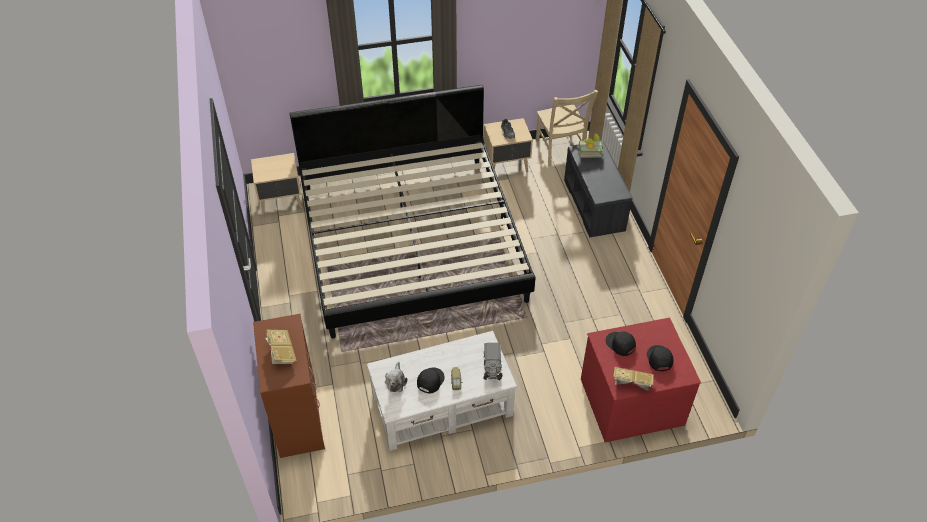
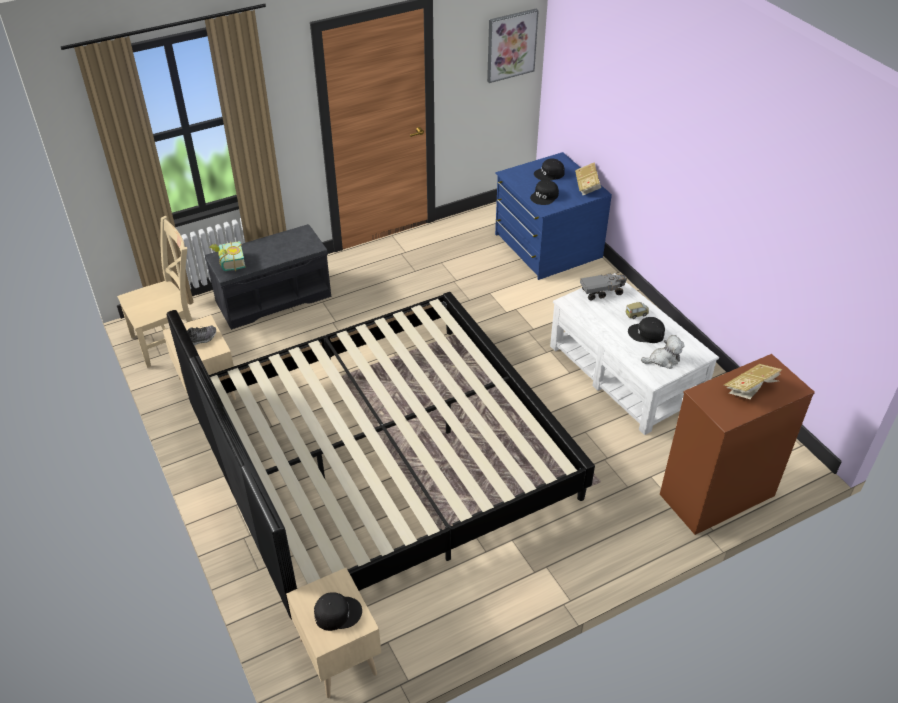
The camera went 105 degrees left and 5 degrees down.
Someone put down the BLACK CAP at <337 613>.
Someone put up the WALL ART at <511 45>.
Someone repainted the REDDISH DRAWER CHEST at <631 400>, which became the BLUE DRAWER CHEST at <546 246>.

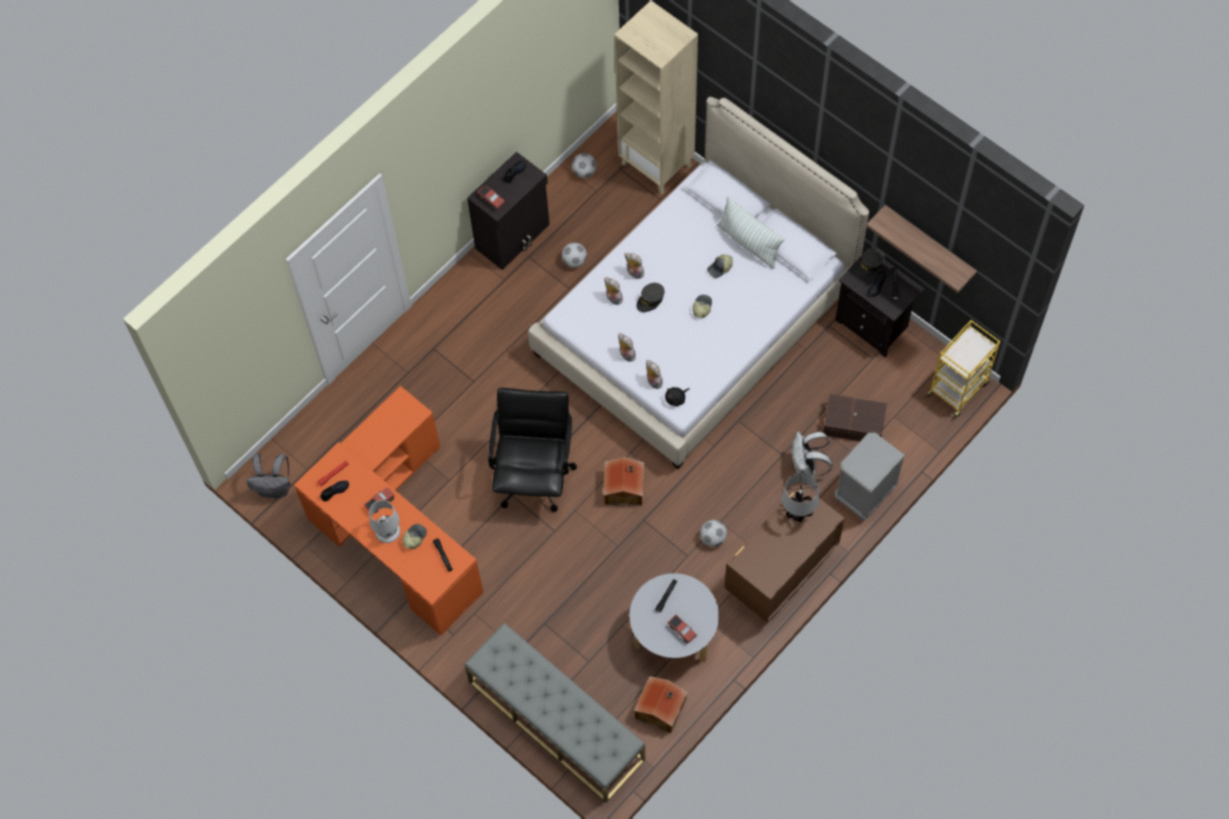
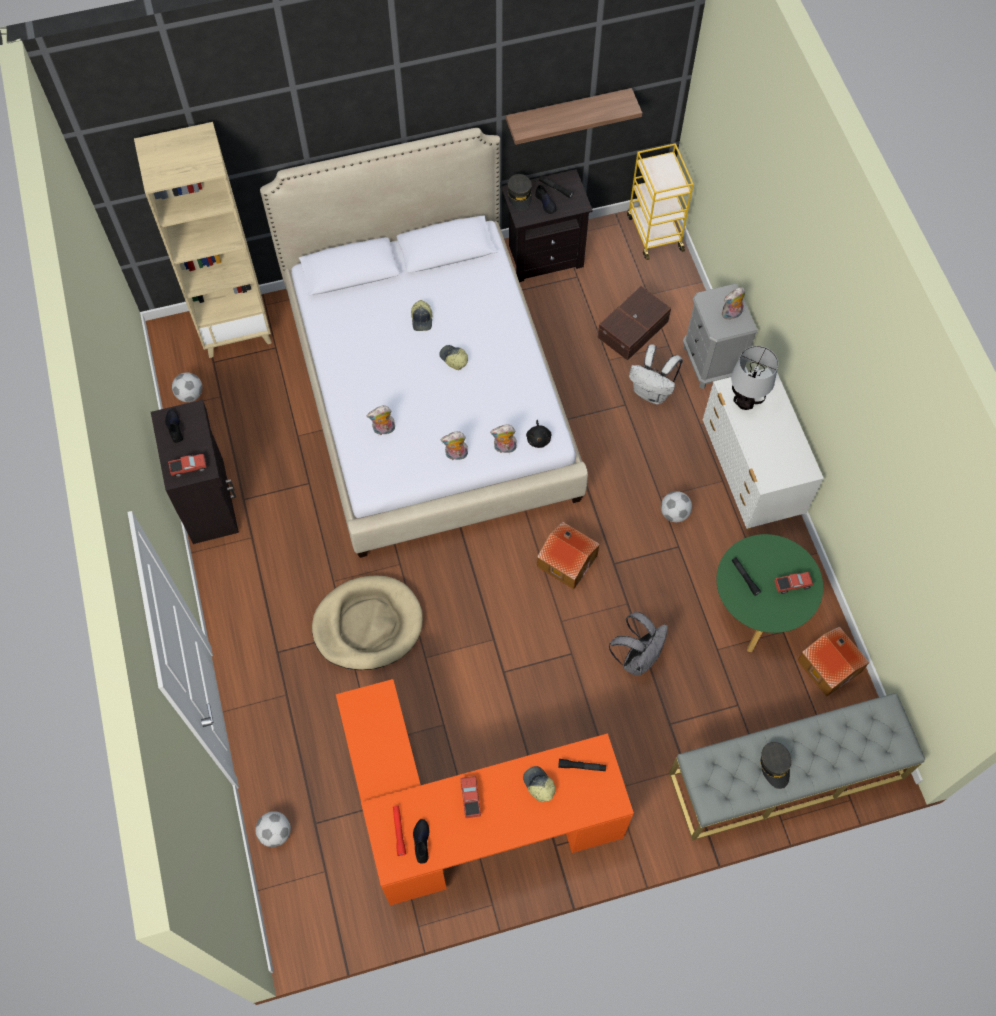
The camera went 60 degrees left and 0 degrees up.
Someone carried the BALL FOR FOOTBALL from <574 261> to <275 832>.
Someone put down the BEIGE DOG CUSHION at <368 625>.
Someone carried the GRAY KNAPSACK from <275 488> to <637 657>.
Someone repainted the BROWNISH DRAWER CHEST at <780 574>, which became the WHITE-COLOURED DRAWER CHEST at <749 478>.
Someone repainted the GRAY COFFEE TABLE at <674 635>, which became the GREEN-COLOURED COFFEE TABLE at <757 608>.
Someone carried the CUDDLY TOY from <634 273> to <731 315>.
Someone carried the GRAY CAP from <650 300> to <774 766>.
Someone took away the WHITE-COLOURED TABLETOP LAMP at <387 531>.
Someone took away the BLACK DESK CHAIR at <534 475>.
Someone took away the CUSHION at <749 243>.

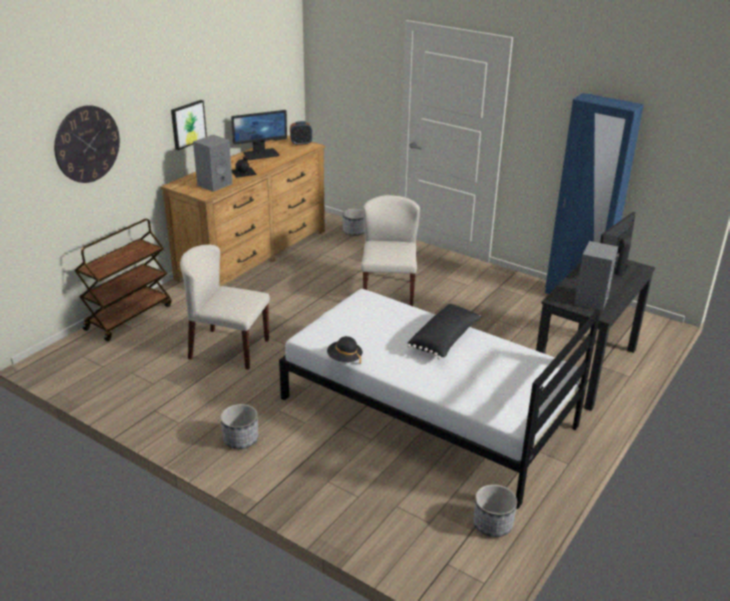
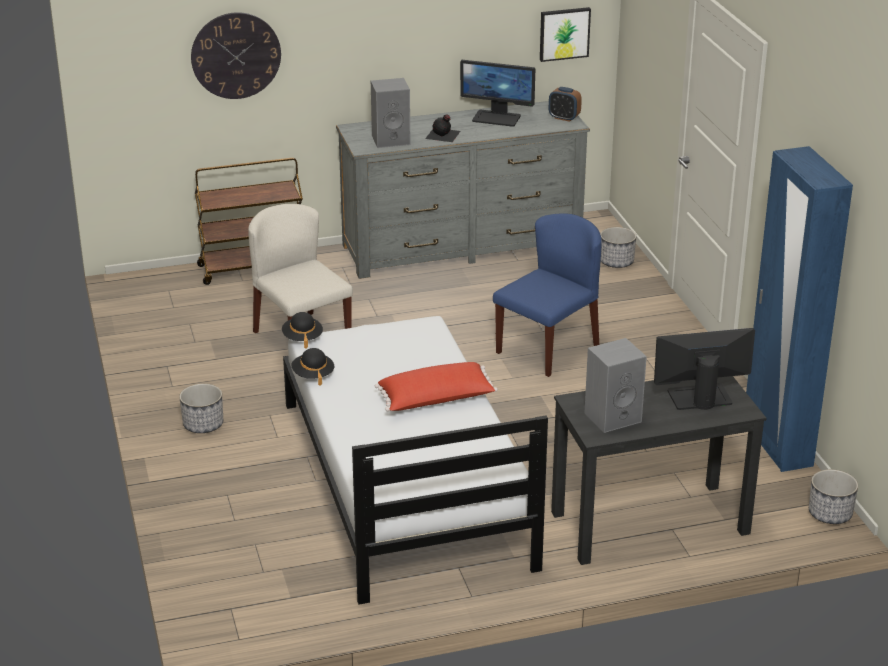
The camera went 40 degrees right and 0 degrees up.
Someone put down the BLACK HAT at <302 338>.
Someone repainted the BROWNISH DRAWER CHEST at <253 254>, which became the GRAY DRAWER CHEST at <462 246>.
Someone repainted the BLACK CUSHION at <445 340>, which became the REDDISH CUSHION at <436 400>.
Someone repainted the BEIGE UPRIGHT CHAIR at <388 293>, which became the BLUE UPRIGHT CHAIR at <547 348>.
Someone carried the WALL ART from <187 124> to <564 33>.
Someone carried the PLANT POT from <492 524> to <830 514>.

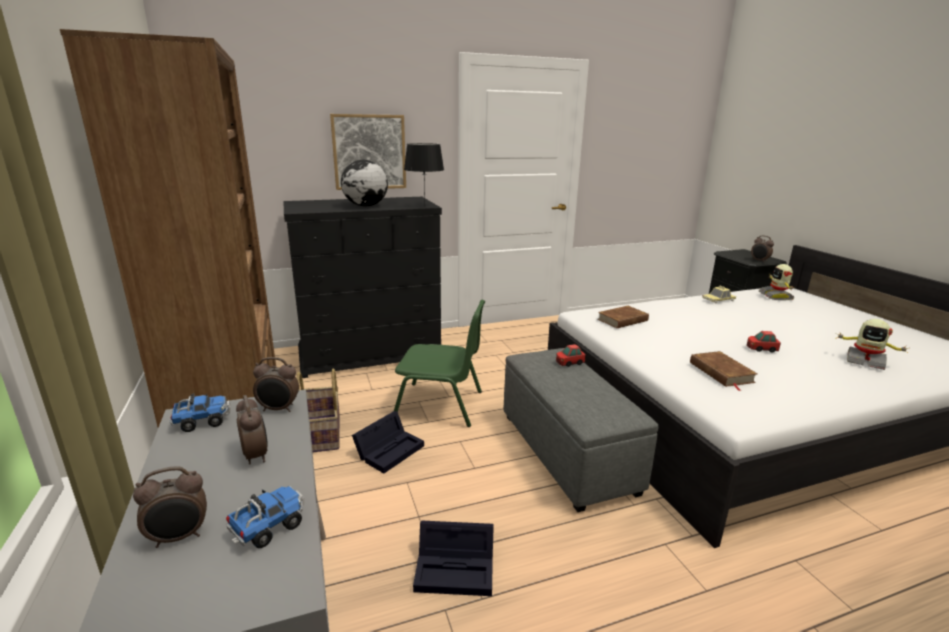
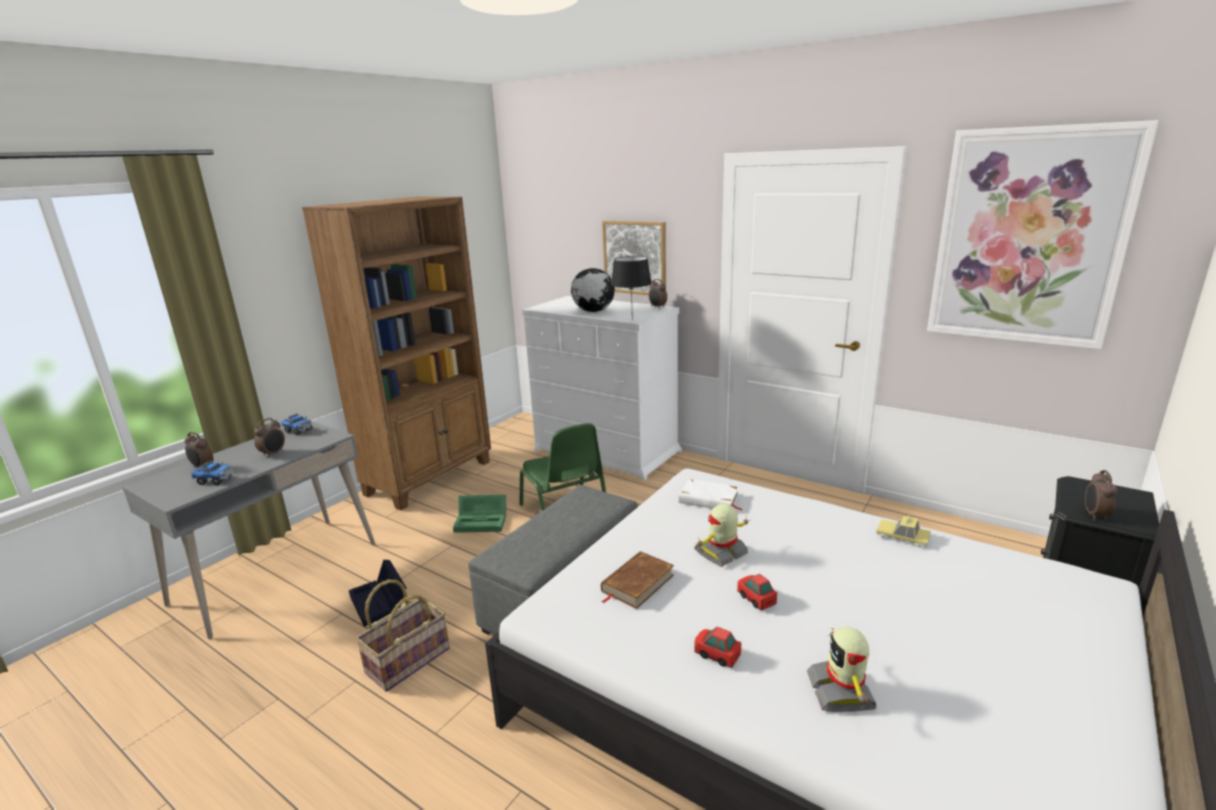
The camera went 55 degrees right and 0 degrees up.
Someone carried the STORAGE BASKET from <321 434> to <407 659>.
Someone repainted the BLACK STORAGE CONTAINER at <390 449>, which became the GREEN-COLOURED STORAGE CONTAINER at <483 521>.
Someone repainted the BLACK DRAWER CHEST at <370 352>, which became the WHITE-COLOURED DRAWER CHEST at <606 450>.
Someone carried the ALARM CLOCK from <279 409> to <657 307>.
Someone repainted the BROWNISH BOUND BOOK at <623 320>, which became the WHITE-COLOURED BOUND BOOK at <709 499>.
Someone carried the TOY ROBOT from <776 296> to <721 553>.
Someone carried the MODEL CAR from <569 363> to <716 654>.
Someone put up the WALL ART at <1028 238>.

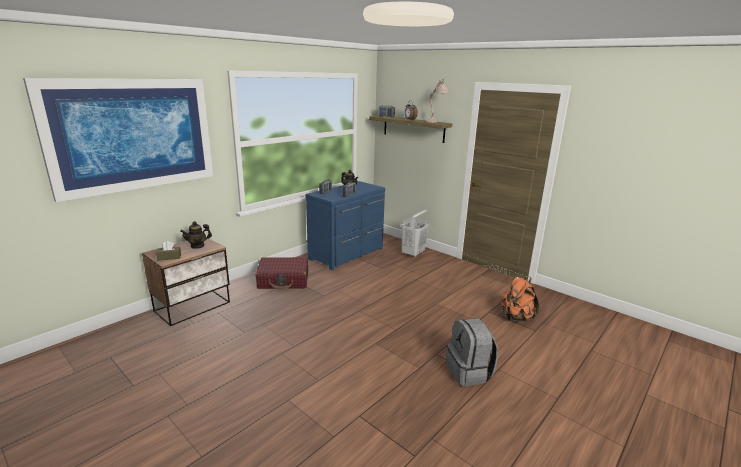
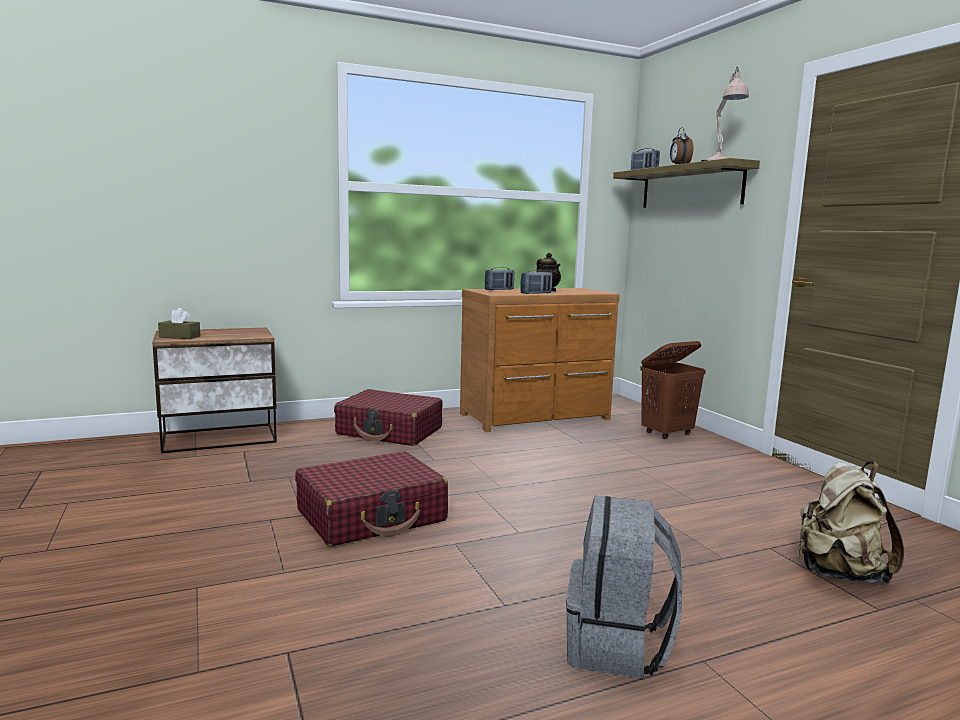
The camera went 25 degrees right and 10 degrees down.
Someone put down the REDDISH PIECE OF LUGGAGE at <372 516>.
Someone repainted the BLUE DRAWER CHEST at <348 254>, which became the BROWNISH DRAWER CHEST at <537 417>.
Someone repainted the WHITE-COLOURED WASHING BASKET at <413 254>, which became the BROWNISH WASHING BASKET at <667 434>.
Someone repainted the ORANGEY KNAPSACK at <516 318>, which became the BEIGE KNAPSACK at <838 573>.
Someone took away the WALL ART at <133 135>.
Someone took away the POT FOR TEA at <197 246>.

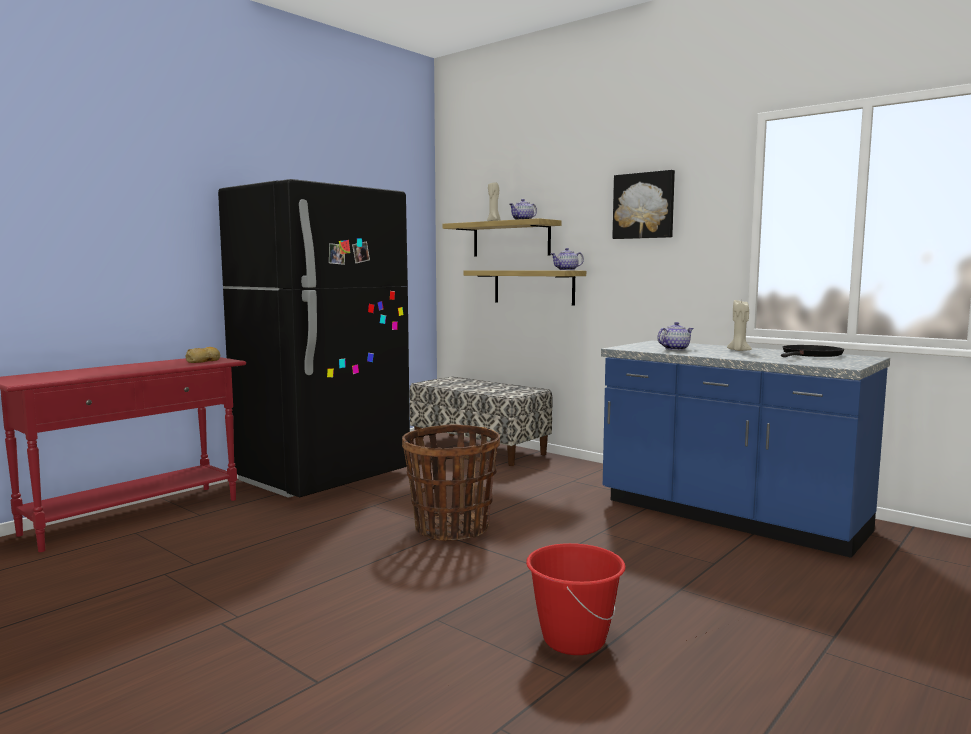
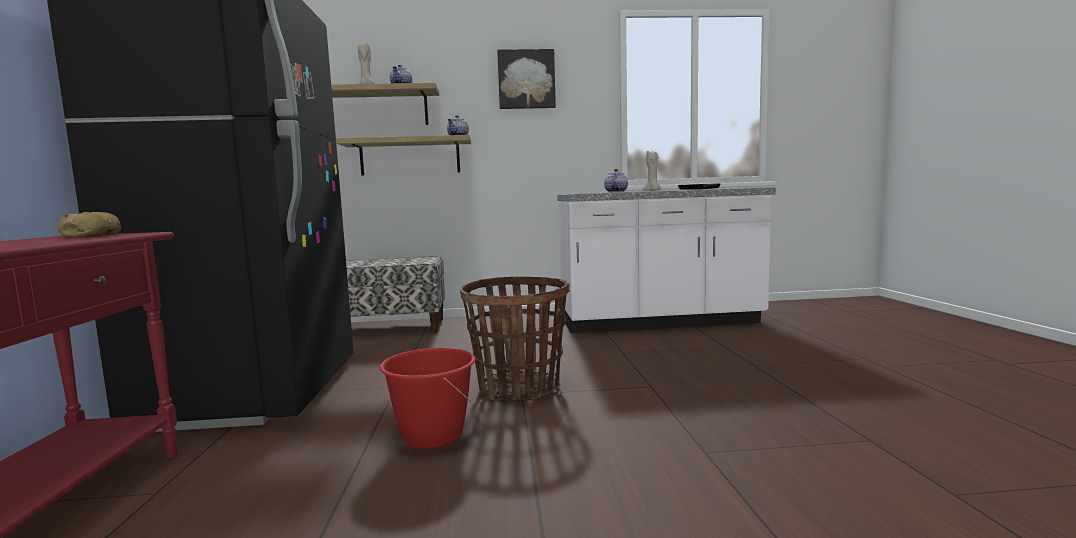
The camera went 45 degrees left and 0 degrees up.
Someone carried the REDDISH WATER BUCKET from <573 639> to <432 436>.
Someone repainted the BLUE KITCHEN COUNTER at <729 517>, which became the WHITE-COLOURED KITCHEN COUNTER at <659 322>.

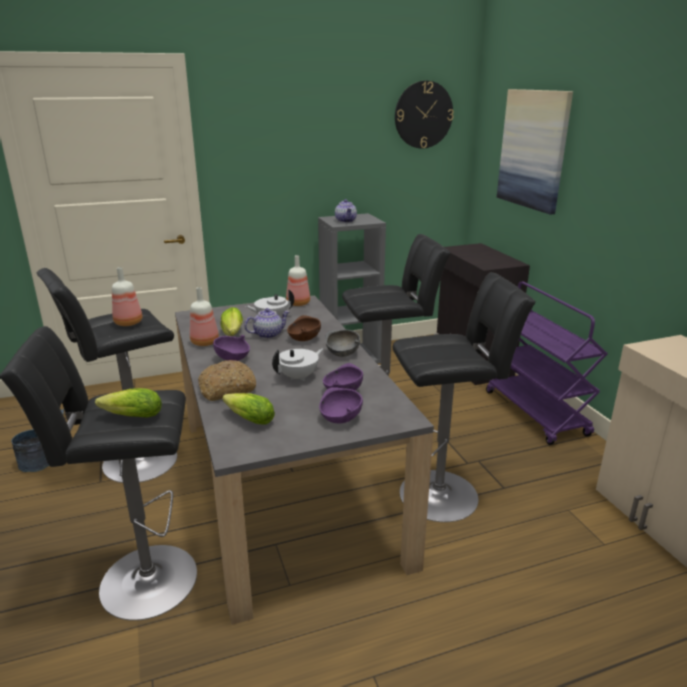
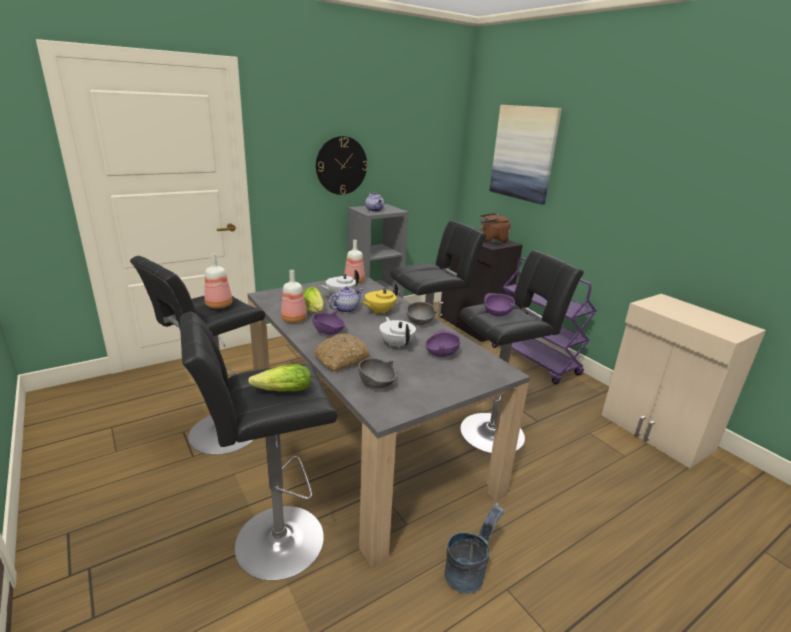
The camera went 15 degrees left and 0 degrees up.
Someone carried the WALL CLOCK from <423 115> to <341 165>.
Someone swapped the HEAD OF LETTUCE at <247 419> for the GRAY DEEP DISH at <377 384>.
Someone swapped the BROWNISH DEEP DISH at <304 339> for the YELLOWISH POT FOR TEA at <379 312>.
Someone rotated the WHITE-COLOURED POT FOR TEA at <299 377> by 60 degrees counterclockwise.
Someone carried the GRAY WATER BUCKET from <42 462> to <468 572>.
Someone put down the BROWNISH TEA KETTLE at <491 241>.
Someone carried the PURPLISH DEEP DISH from <340 419> to <497 314>.

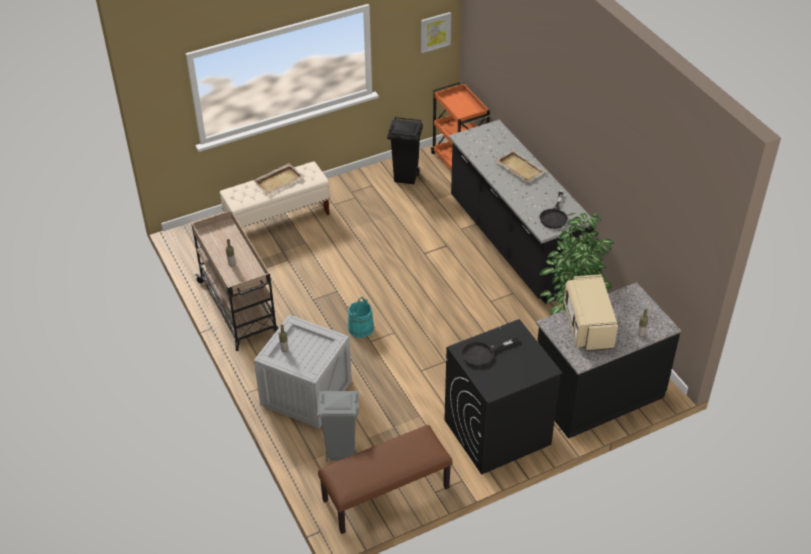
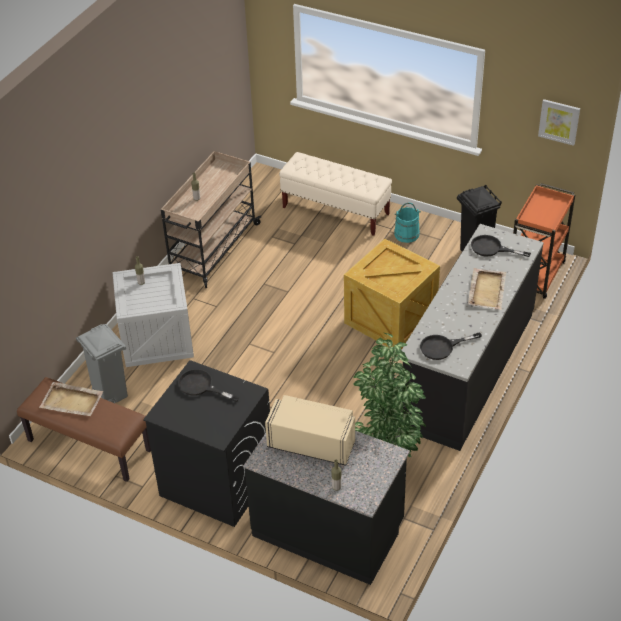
The camera went 55 degrees right and 0 degrees up.
Someone carried the BEIGE CARRYING TRAY from <279 180> to <72 401>.
Someone rotated the BEIGE KITCHEN MICROWAVE at <588 325> by 60 degrees clockwise.
Someone put down the PACKING CRATE at <392 318>.
Someone carried the TURQUOISE-COLOURED WATER BUCKET from <360 328> to <406 234>.
Someone put down the BLACK SKILLET at <491 248>.

